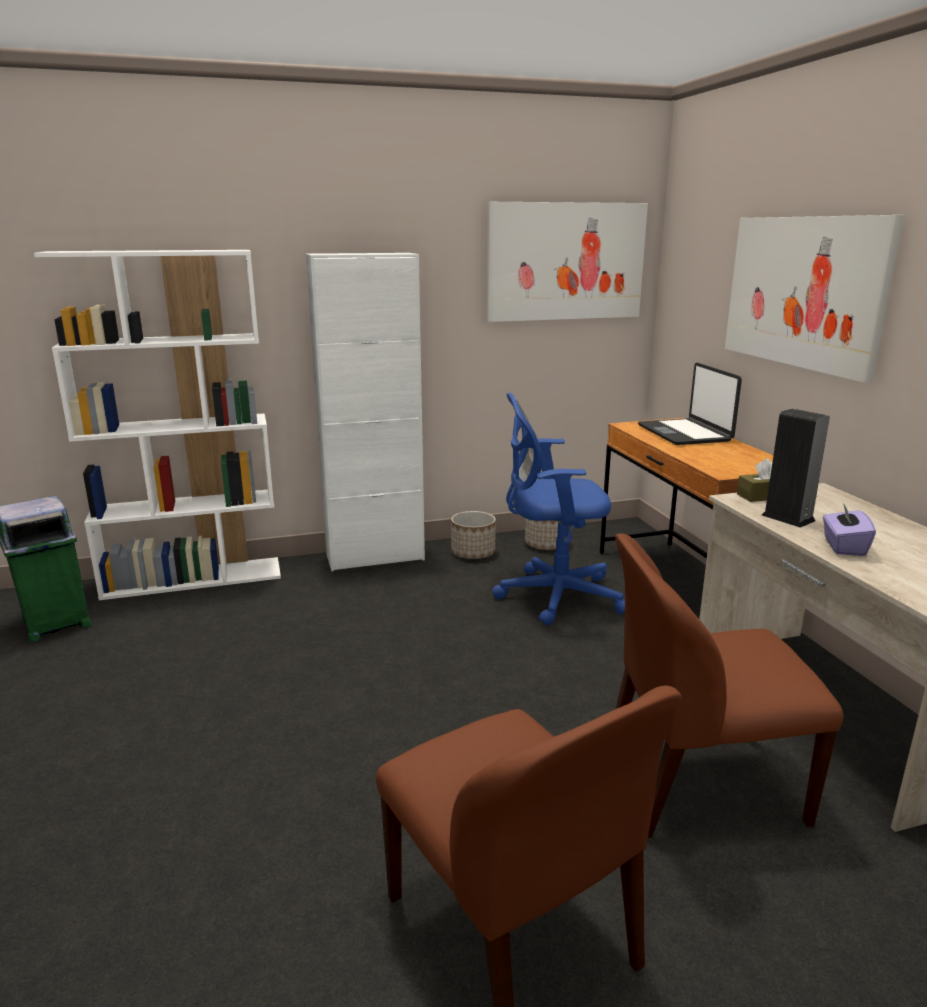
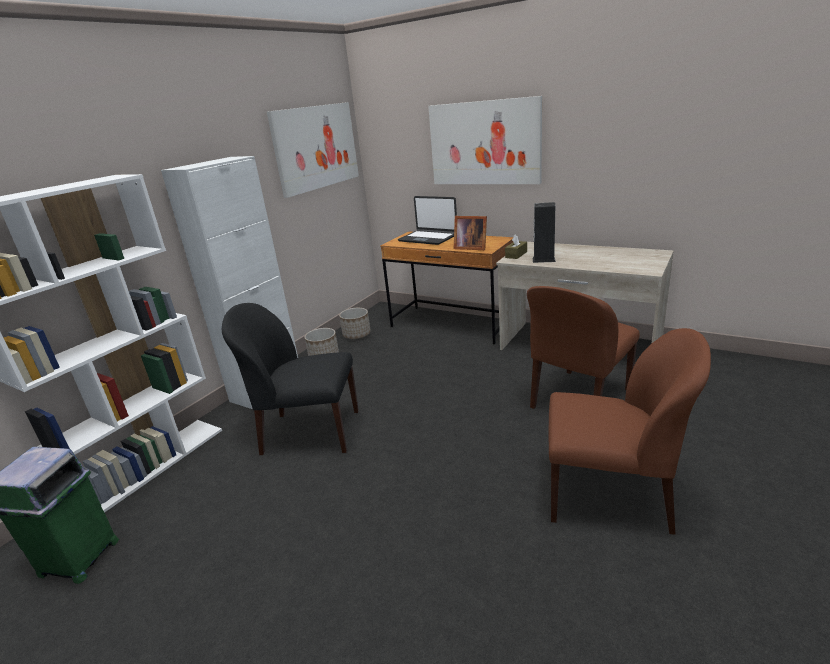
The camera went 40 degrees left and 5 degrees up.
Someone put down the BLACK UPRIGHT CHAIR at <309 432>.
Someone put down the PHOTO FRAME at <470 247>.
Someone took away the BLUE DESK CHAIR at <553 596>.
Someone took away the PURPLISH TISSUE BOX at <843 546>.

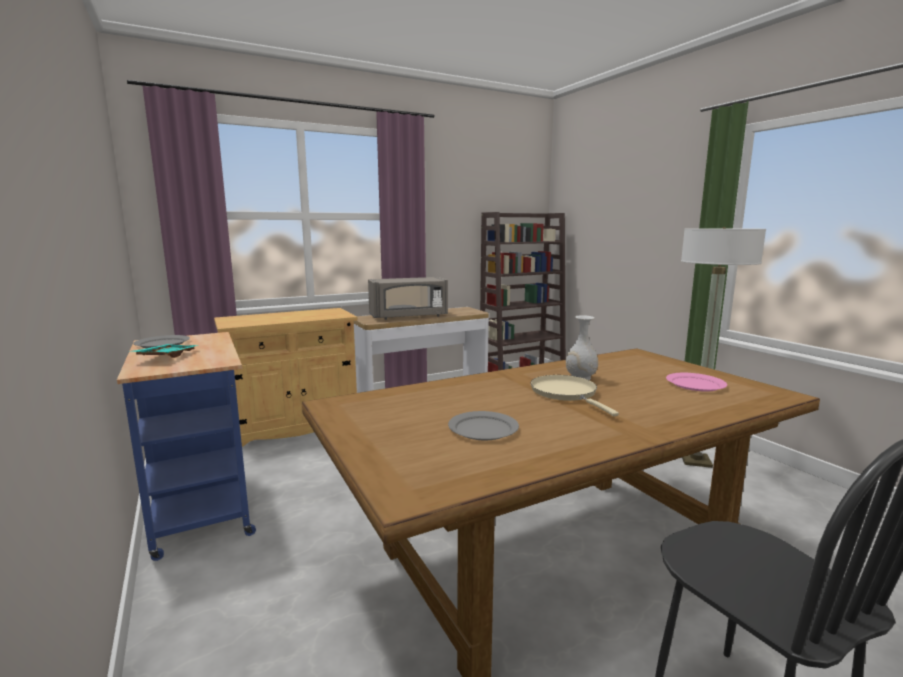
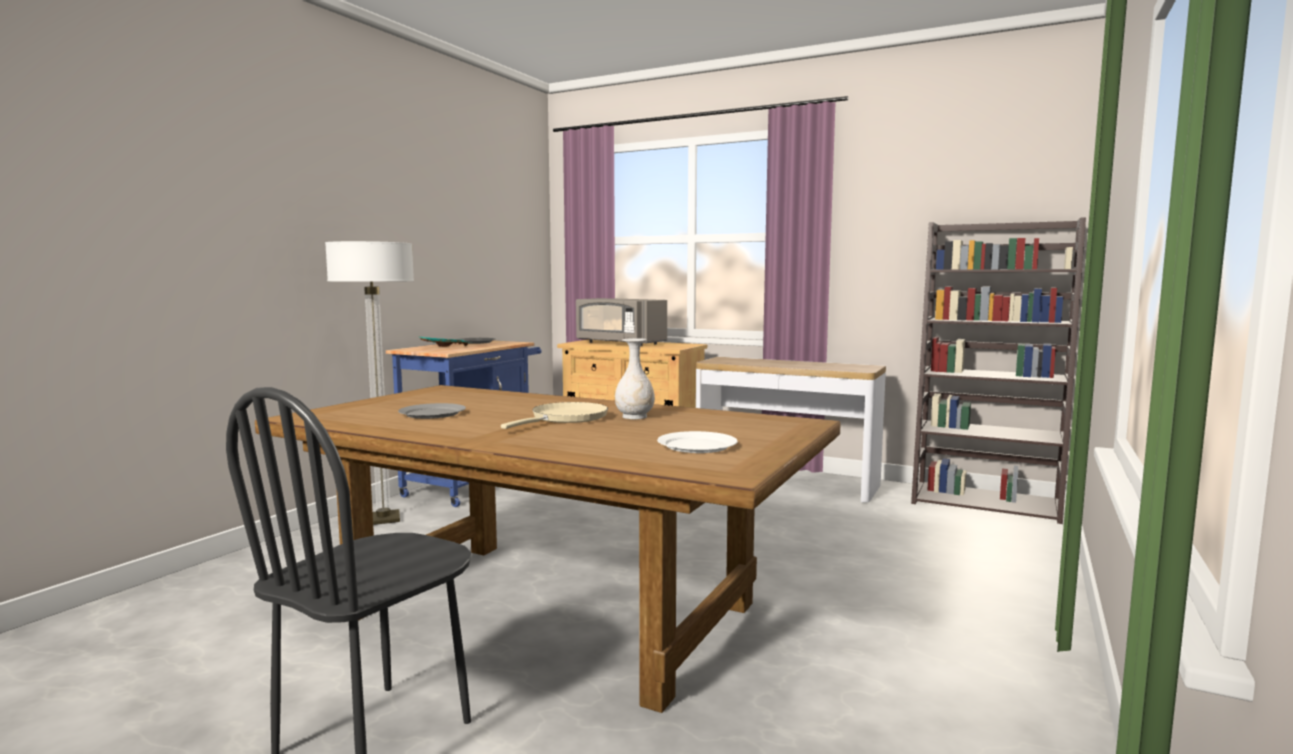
The camera went 55 degrees right and 5 degrees down.
Someone carried the STANDING LAMP from <695 461> to <383 519>.
Someone carried the GRAY KITCHEN MICROWAVE from <409 316> to <619 343>.
Someone repainted the PINK PLATE at <695 384>, which became the WHITE-COLOURED PLATE at <697 445>.

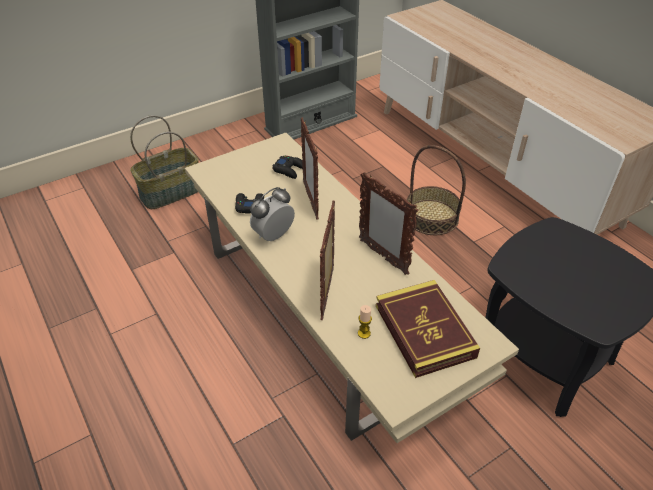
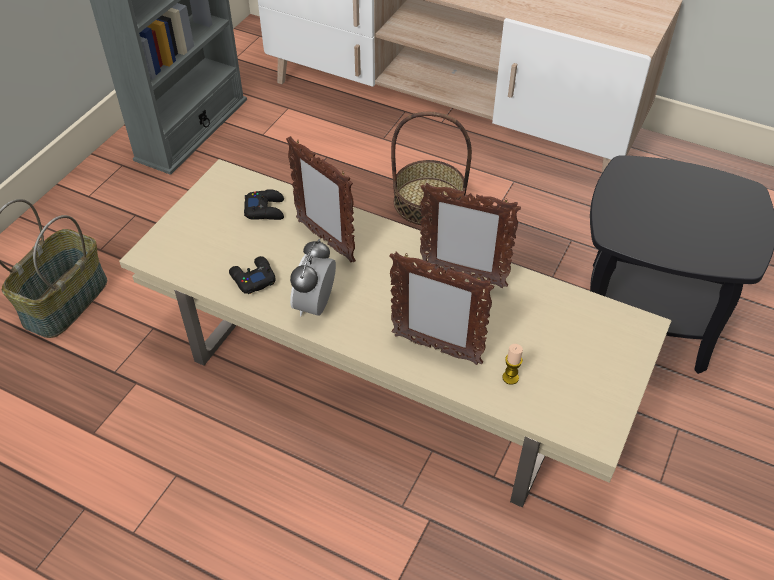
The camera went 30 degrees left and 5 degrees up.
Someone rotated the PHOTO FRAME at <328 293> by 45 degrees counterclockwise.
Someone took away the BOUND BOOK at <424 331>.

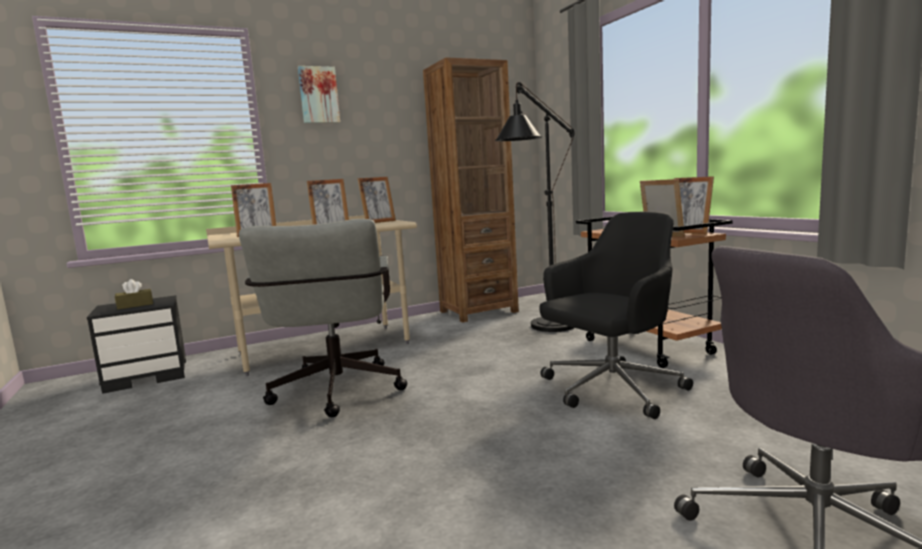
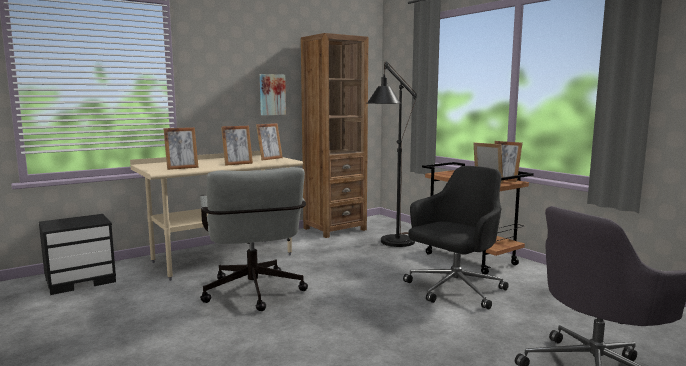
The camera went 10 degrees left and 0 degrees up.
Someone carried the WALL ART from <318 95> to <272 94>.
Someone took away the BROWNISH TISSUE BOX at <135 305>.

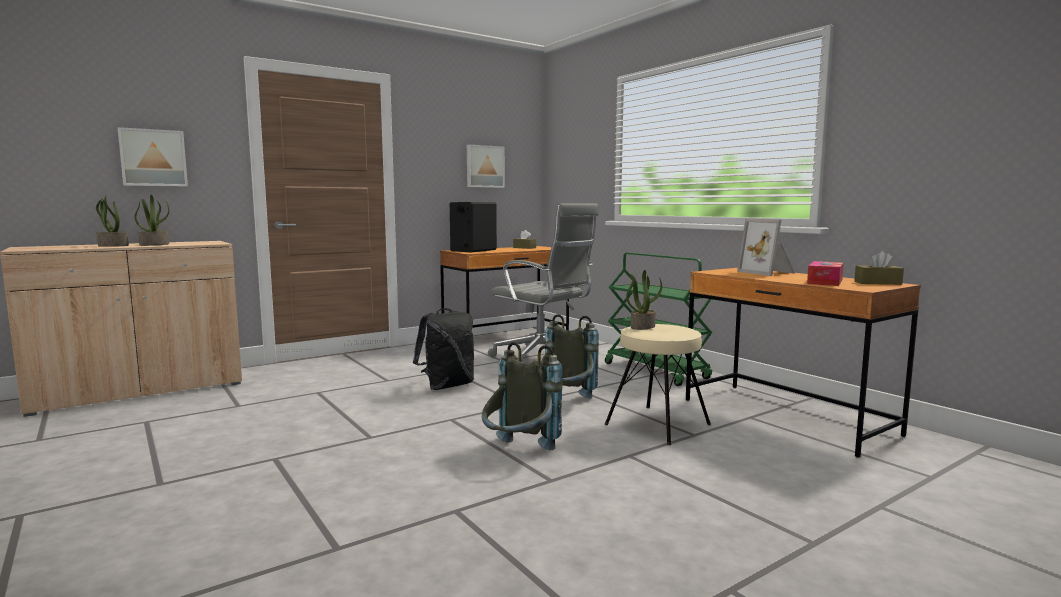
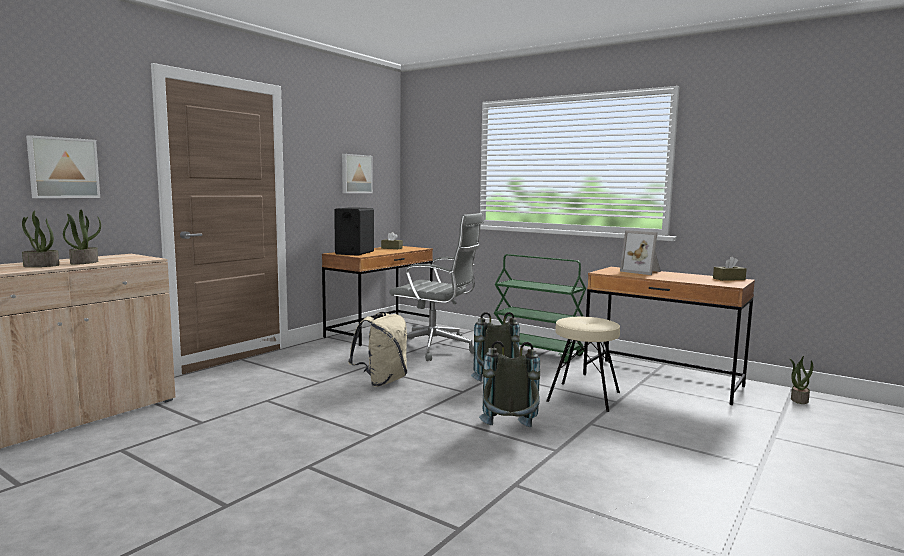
The camera went 20 degrees left and 0 degrees up.
Someone repainted the BLACK KNAPSACK at <447 385>, which became the BEIGE KNAPSACK at <382 381>.
Someone carried the PLANT IN A POT from <642 327> to <799 400>.
Someone took away the TISSUE BOX at <825 282>.

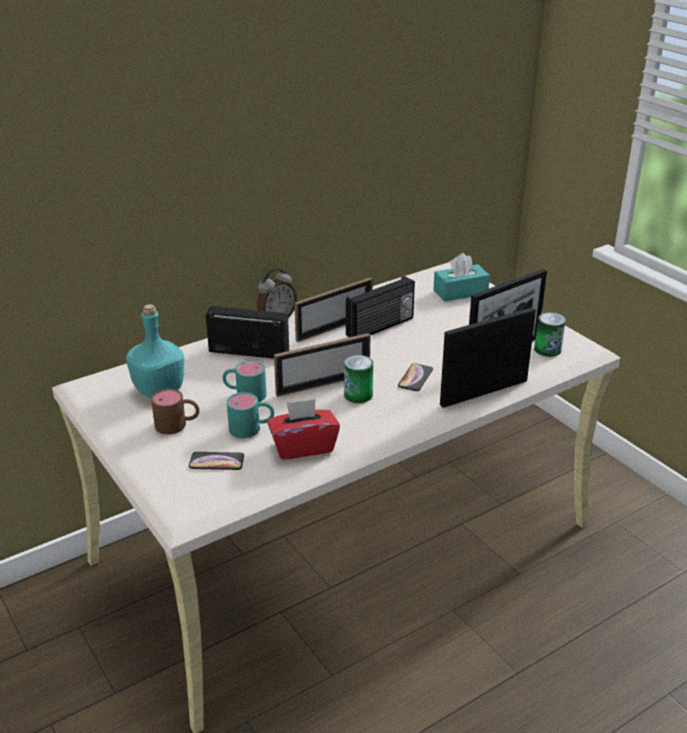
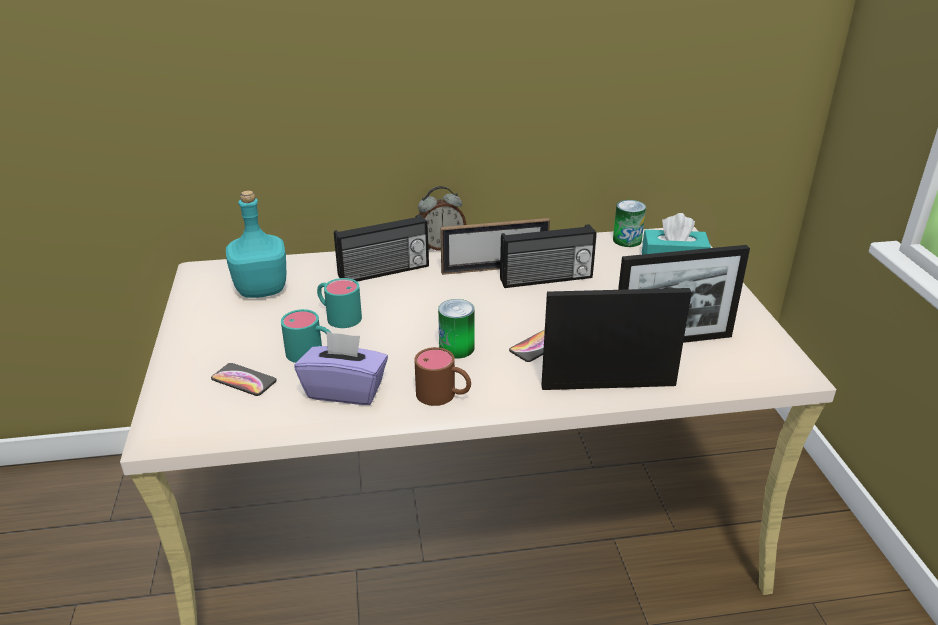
The camera went 25 degrees right and 0 degrees up.
Someone repainted the REDDISH TISSUE BOX at <303 447>, which became the PURPLISH TISSUE BOX at <345 390>.
Someone rotated the RADIO RECEIVER at <249 351> by 120 degrees clockwise.
Someone carried the BROWNISH TEA MUG from <177 425> to <444 395>.
Someone carried the SEALED CAN from <547 349> to <627 240>.
Someone took away the PHOTO FRAME at <323 384>.

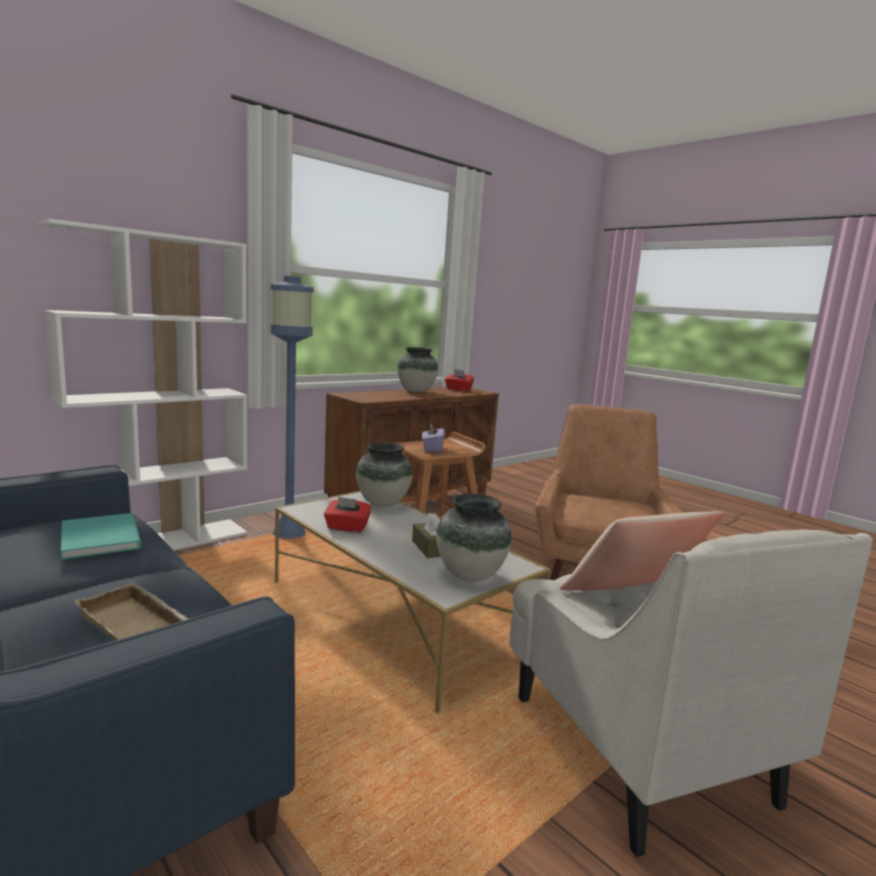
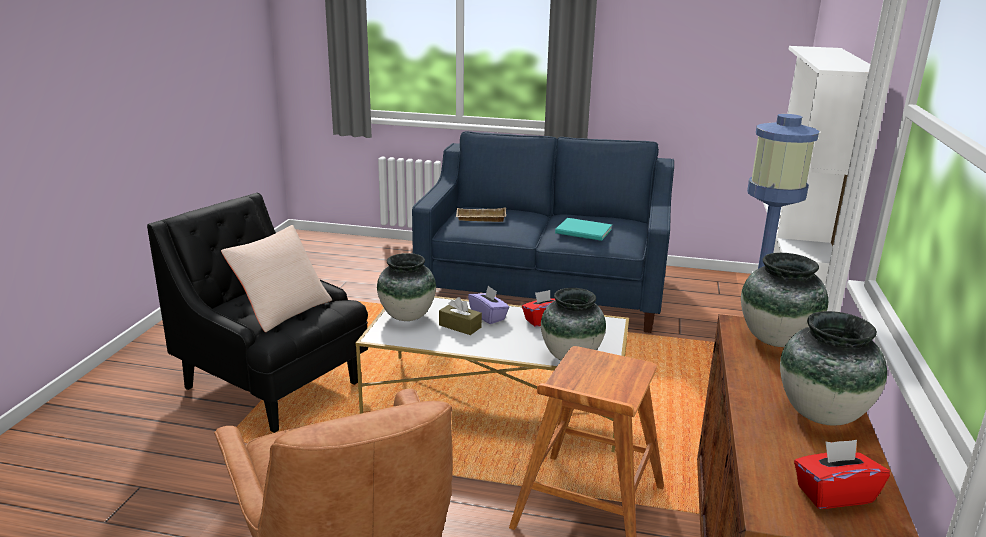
The camera went 145 degrees right and 10 degrees up.
Someone repainted the WHITE-COLOURED EASY CHAIR at <635 745>, which became the BLACK EASY CHAIR at <274 386>.
Someone carried the PURPLISH TISSUE BOX from <432 449> to <488 316>.
Someone put down the FLOWER VASE at <777 340>.

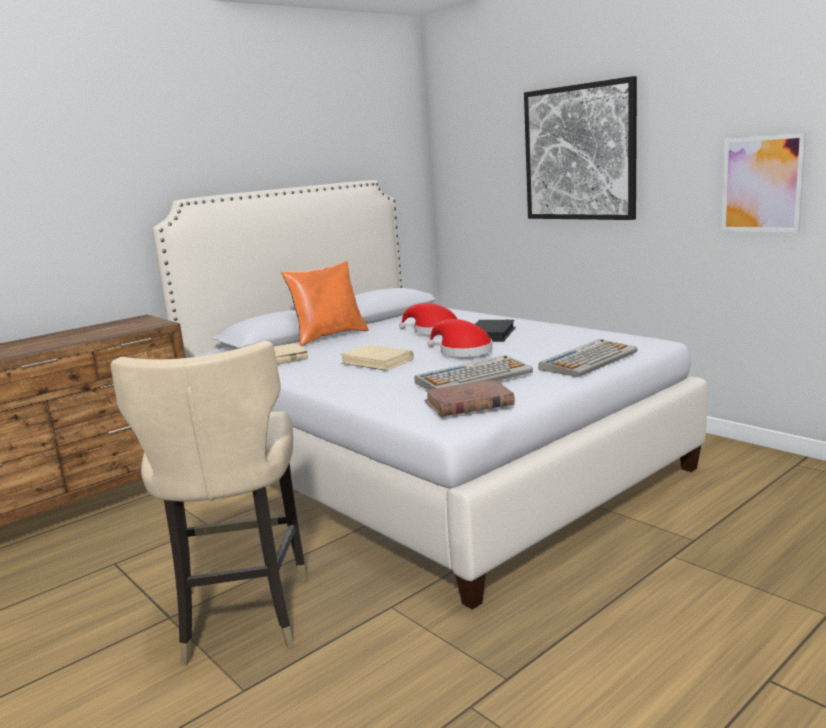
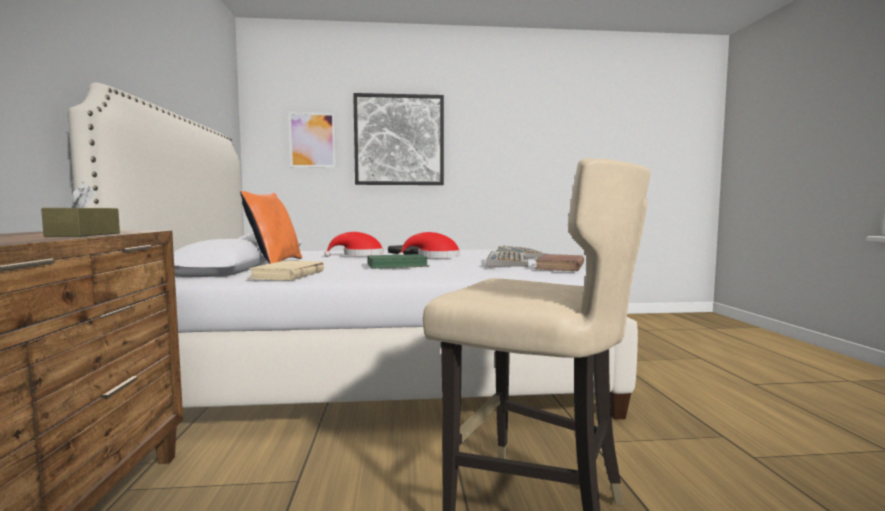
The camera went 55 degrees left and 10 degrees down.
Someone put down the BROWNISH TISSUE BOX at <84 235>.
Someone carried the WALL ART from <761 184> to <312 140>.
Someone repainted the BEIGE BOUND BOOK at <377 361>, which became the GREEN-COLOURED BOUND BOOK at <397 265>.

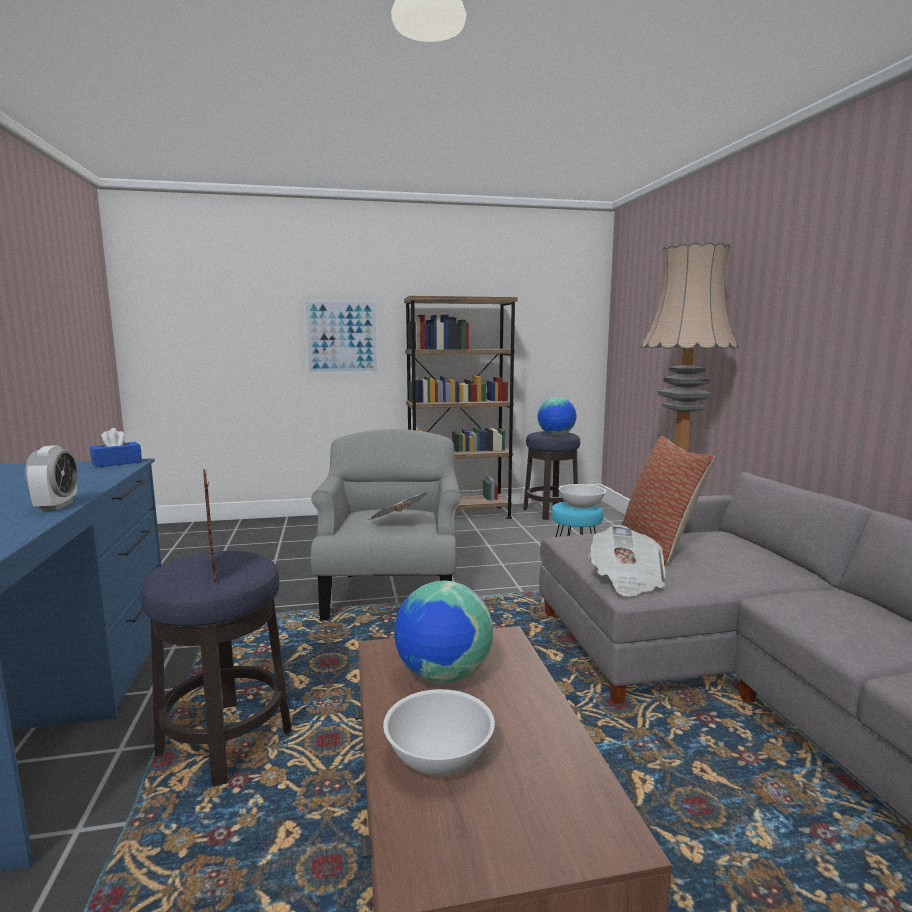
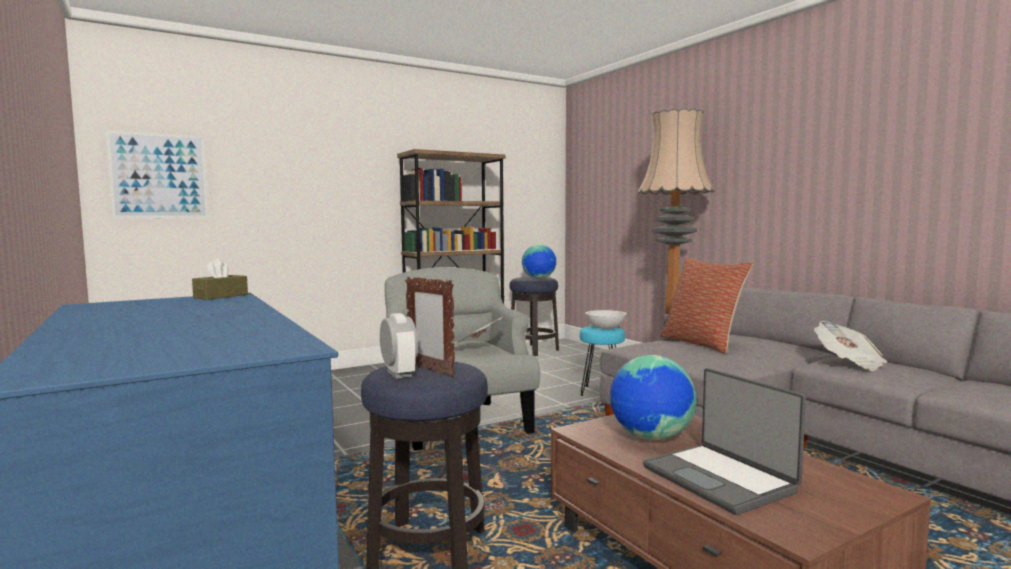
The camera went 20 degrees left and 5 degrees down.
Someone carried the WALL ART from <342 337> to <159 176>.
Someone repainted the BLUE TISSUE BOX at <117 463>, which became the BROWNISH TISSUE BOX at <221 296>.
Someone carried the ALARM CLOCK from <56 506> to <398 373>.
Someone swapped the WHITE-COLOURED DEEP DISH at <440 757> for the LAPTOP at <720 479>.
Someone carried the NEWSPAPER from <626 580> to <849 363>.

